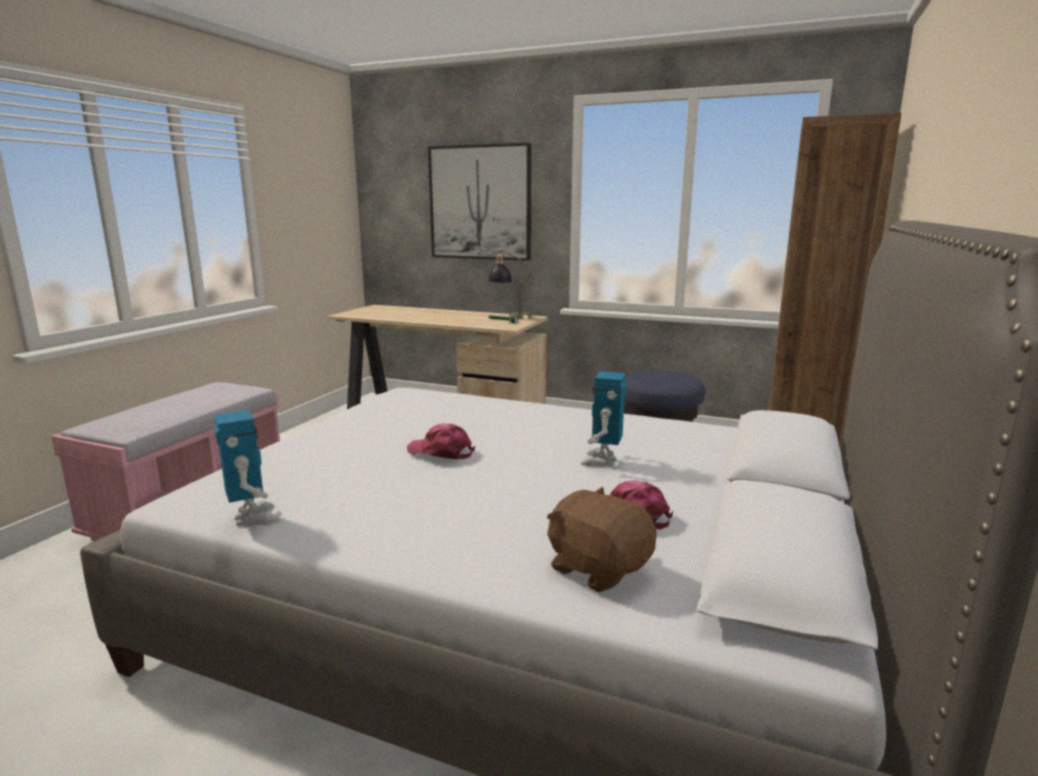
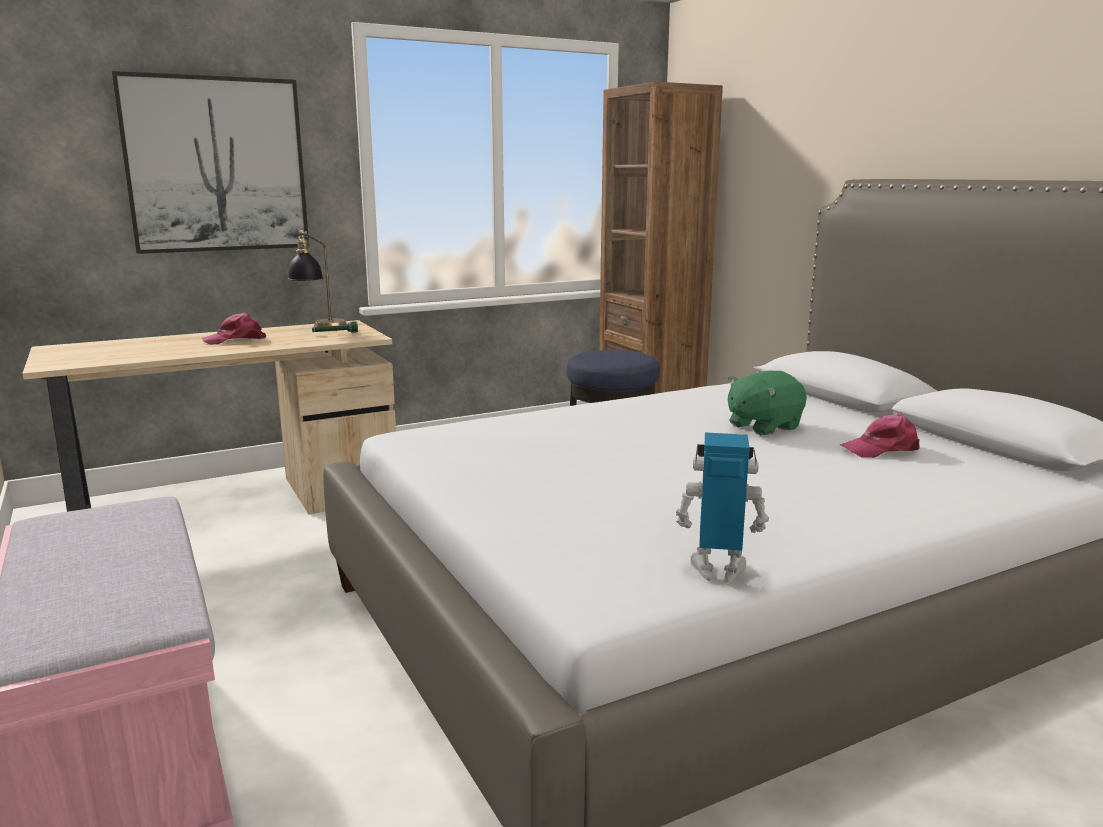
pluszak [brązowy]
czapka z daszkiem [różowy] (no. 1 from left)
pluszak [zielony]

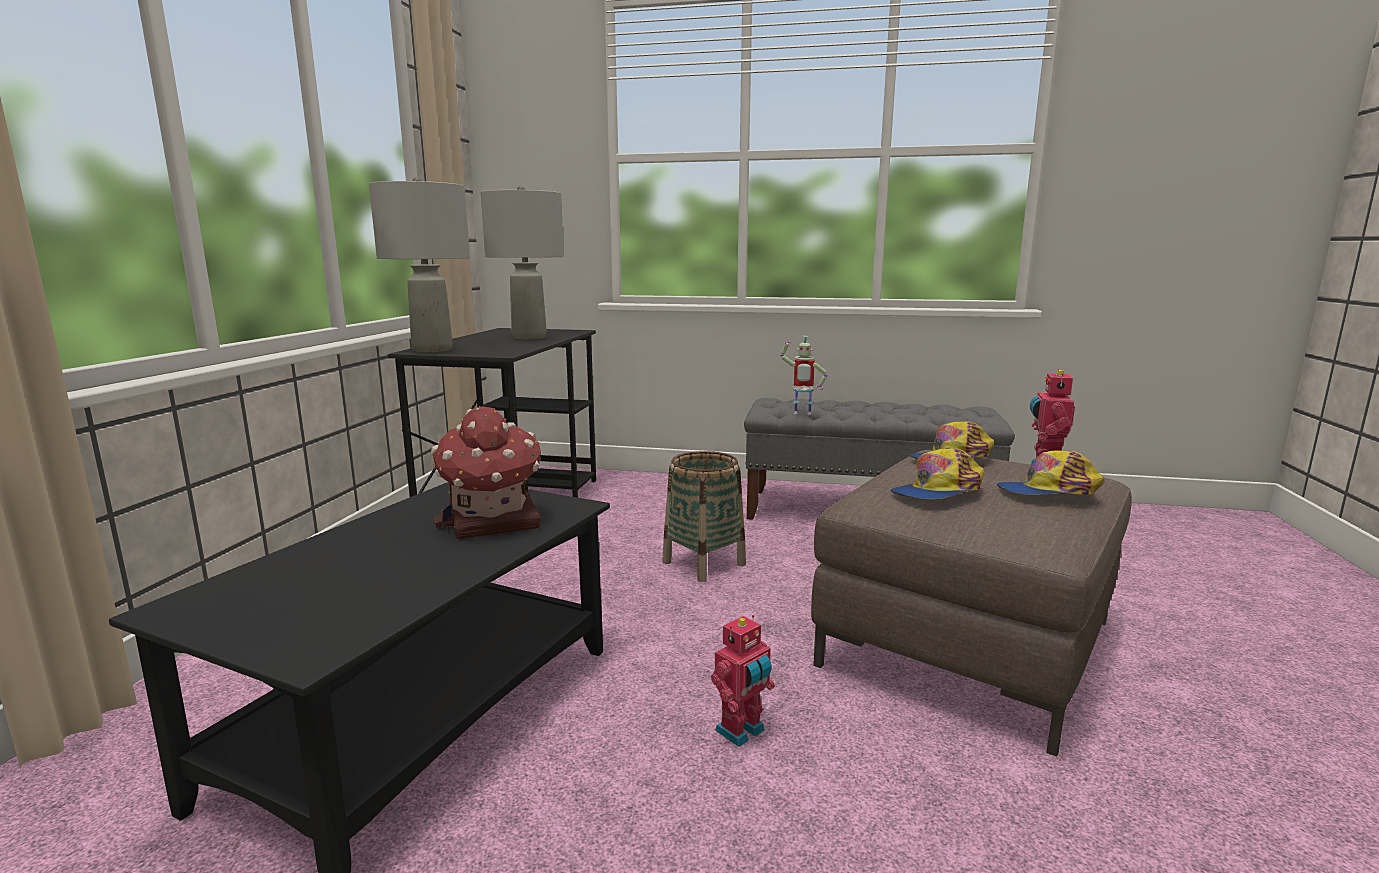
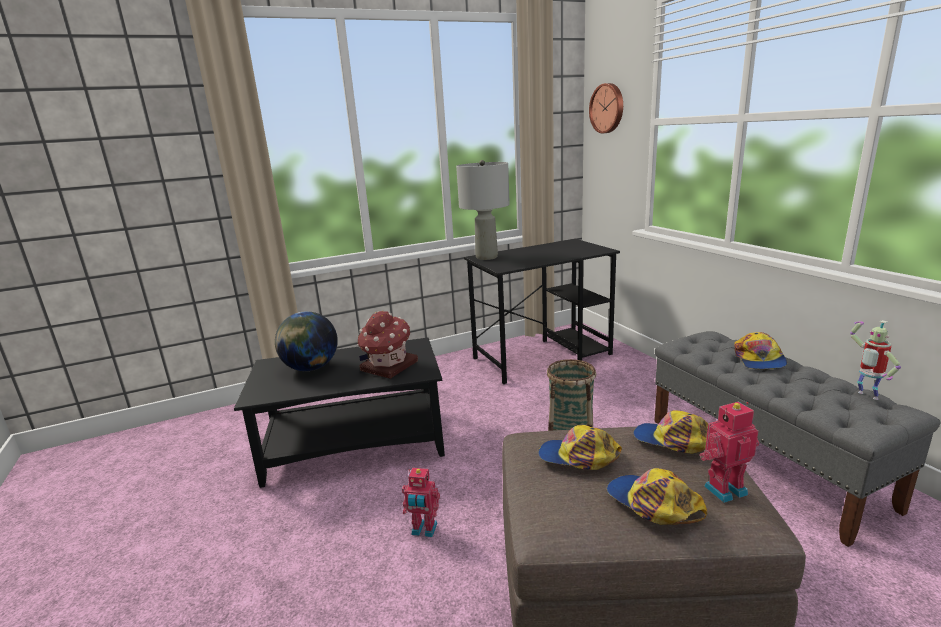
lampa stołowa [szary] (no. 2 from left in the first image)
globus
zegar ścienny
czapka z daszkiem (no. 4 from left)
robot zabawkowy (no. 3 from left)

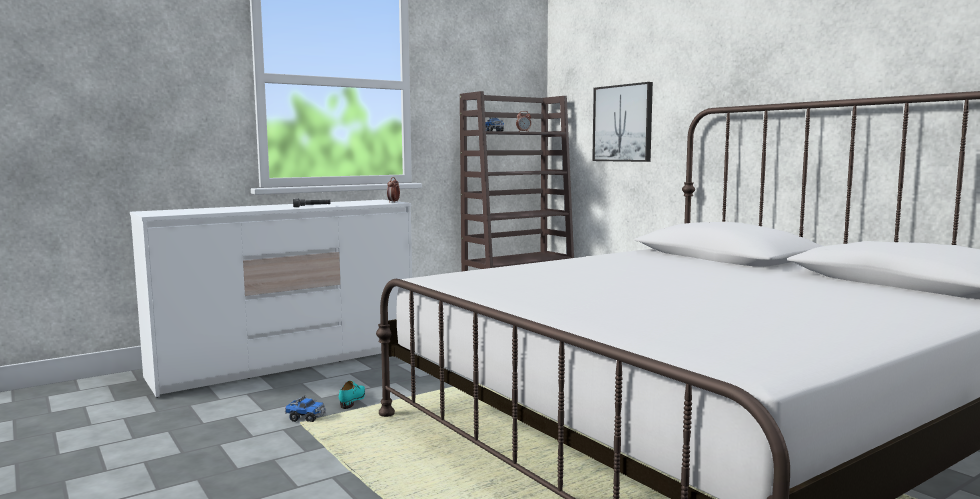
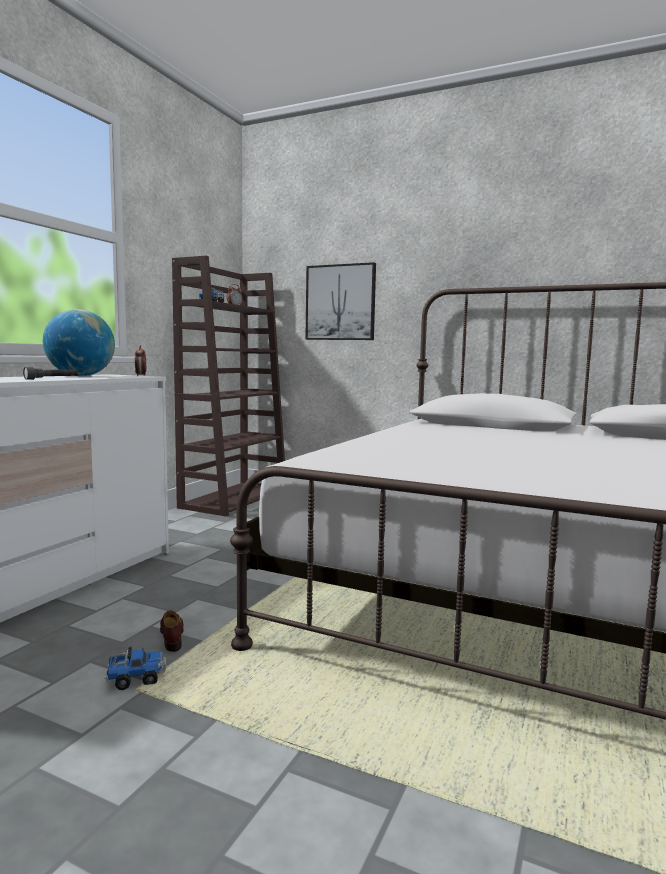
globus
but [brązowy]

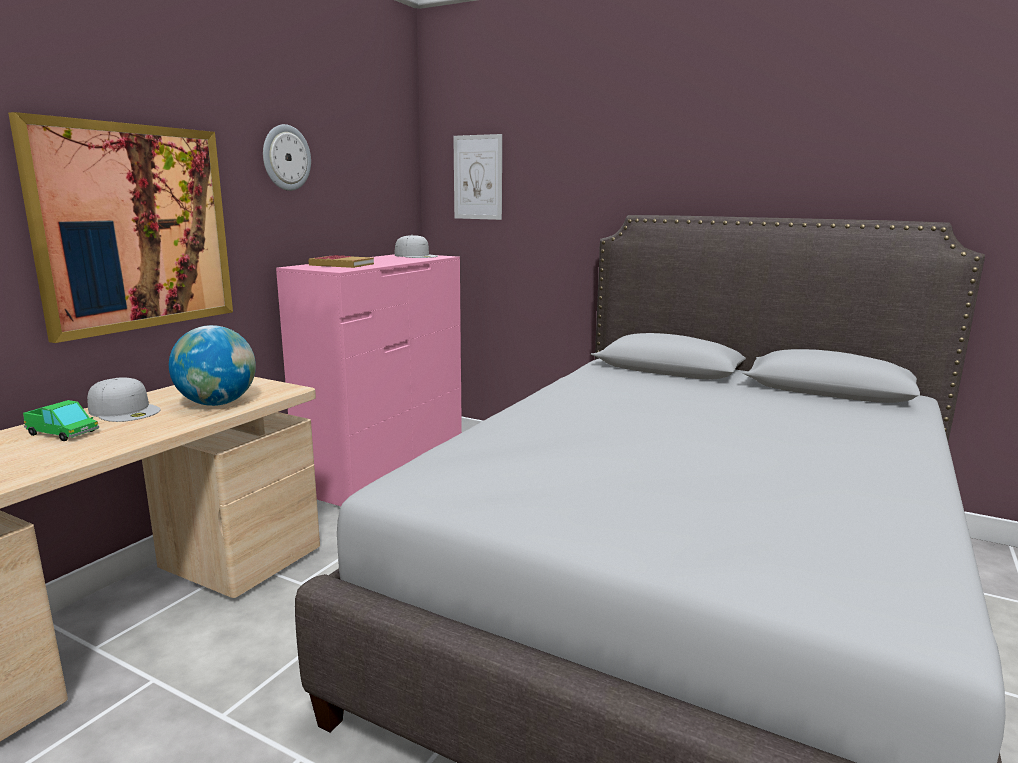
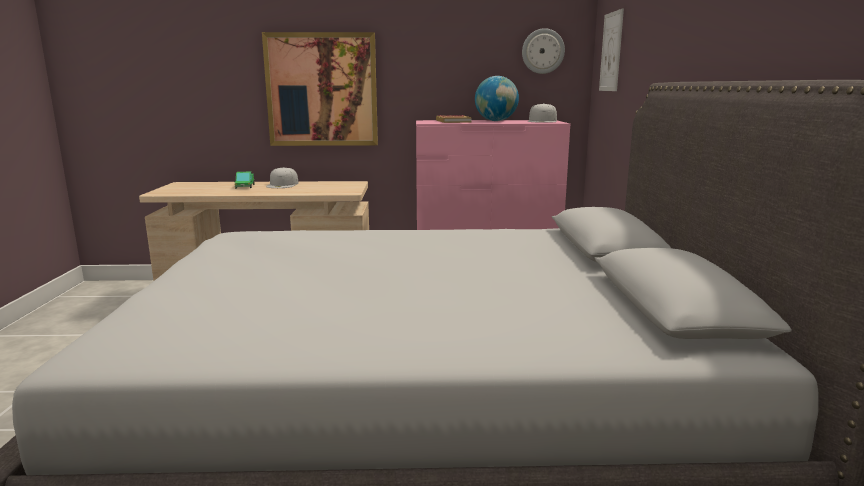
globus
zegar ścienny

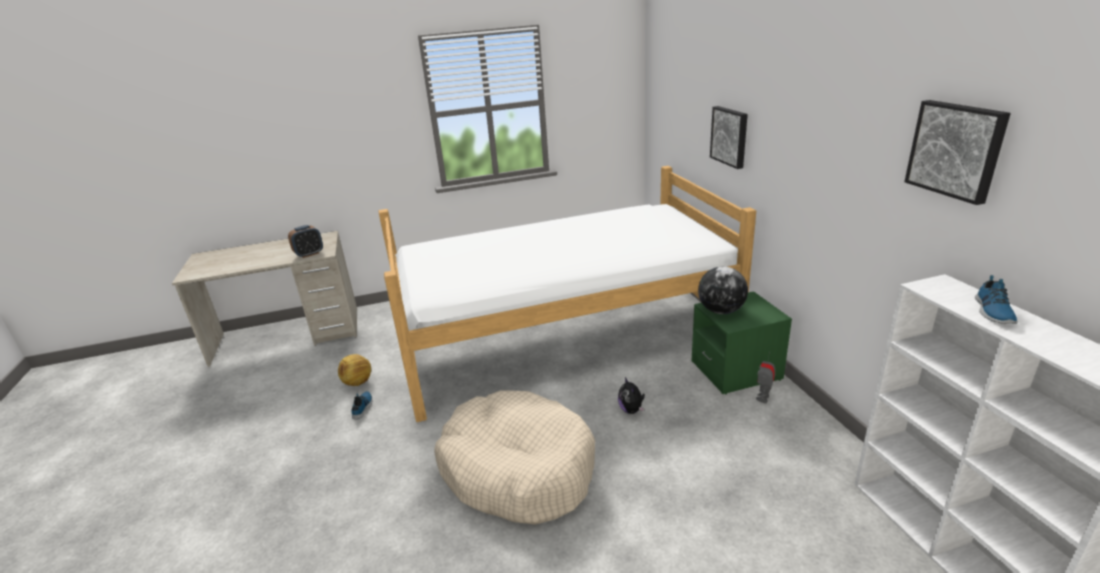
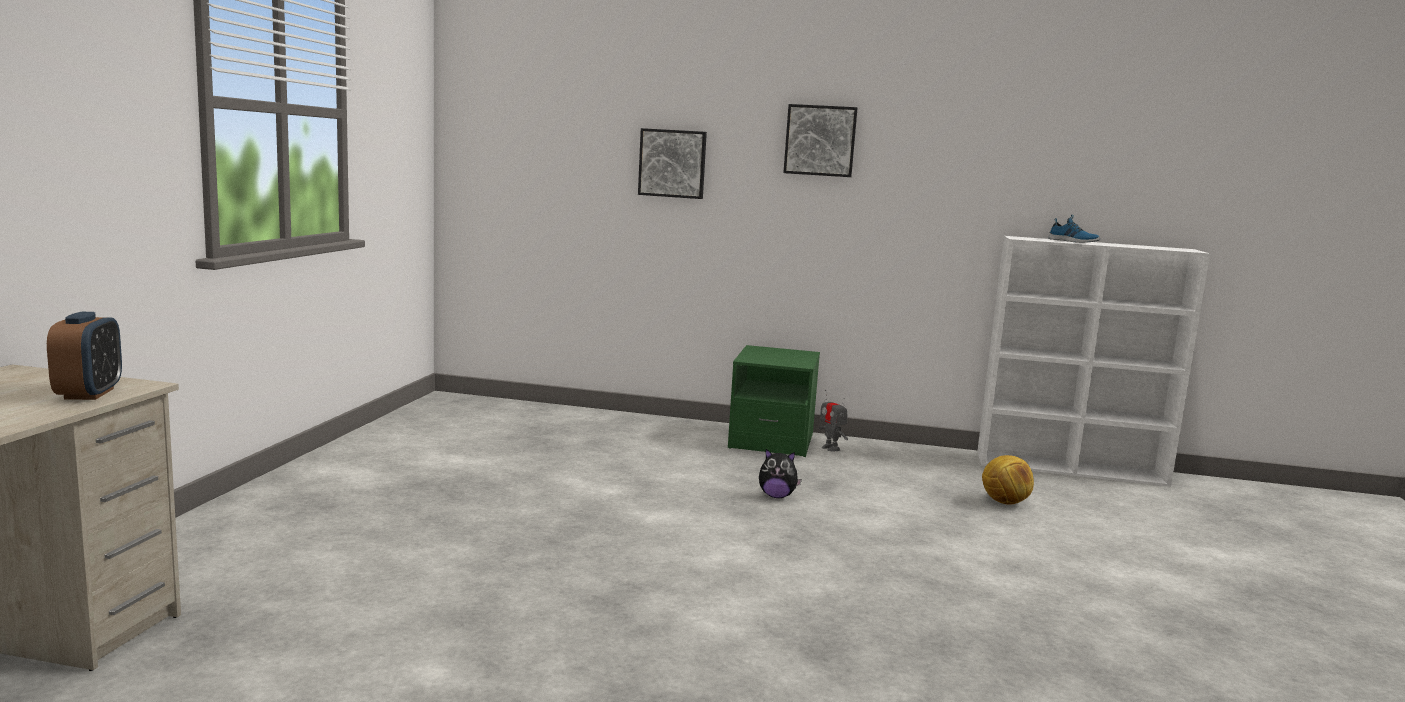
but (no. 1 from left in the first image)
łóżko
legowisko [beżowy]
globus
piłka futbolowa
obraz (no. 2 from left)

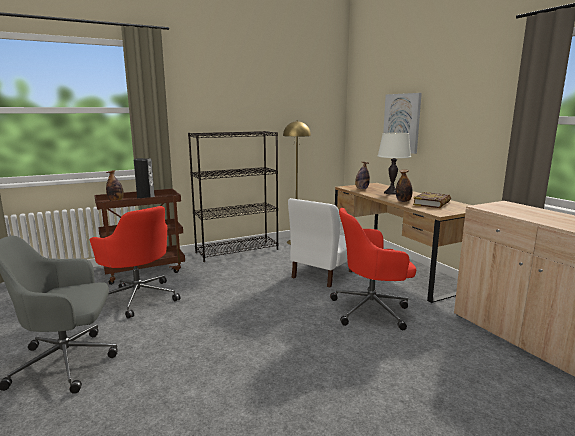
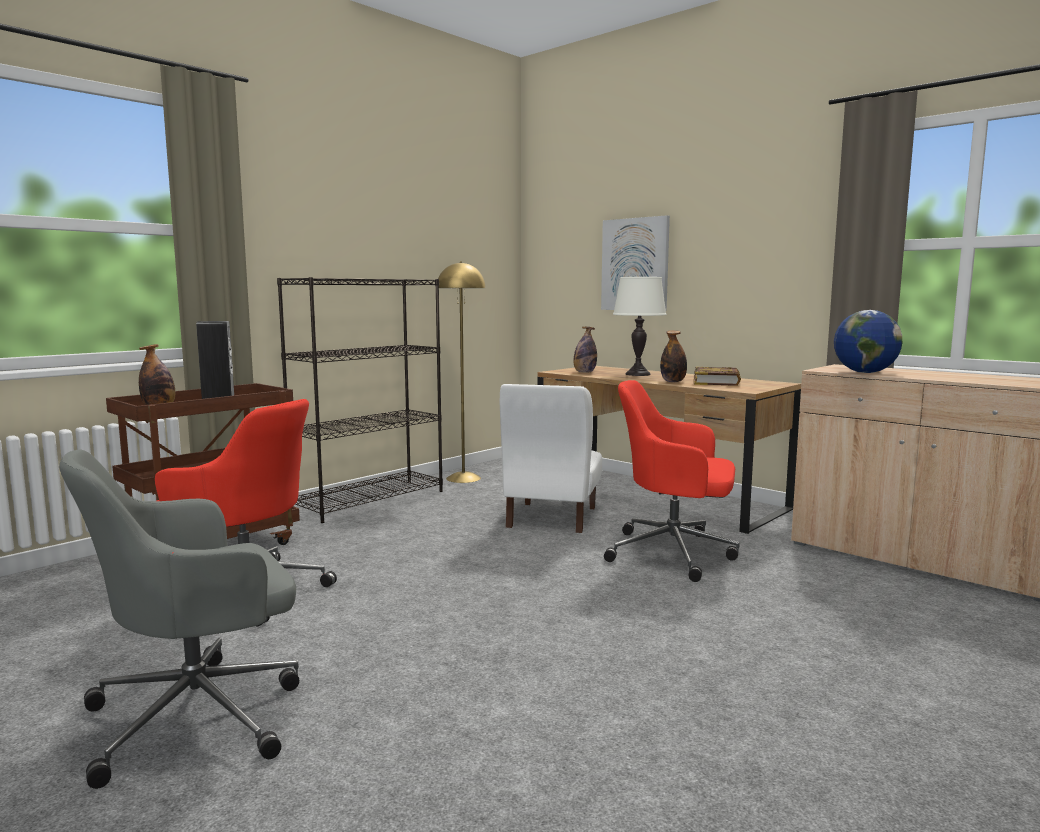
globus
krzesło biurowe [czerwony] (no. 2 from left)

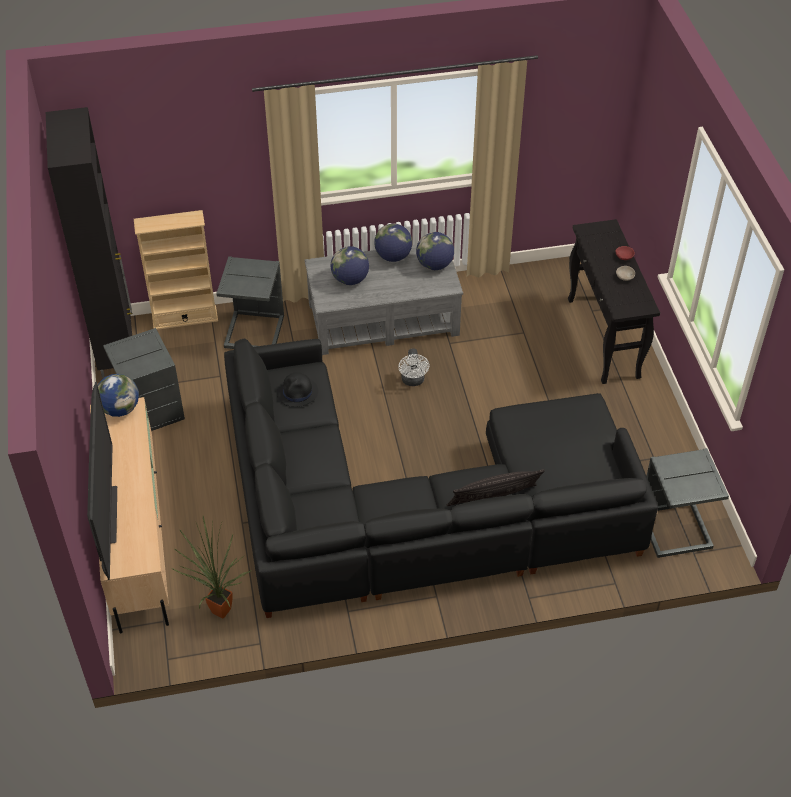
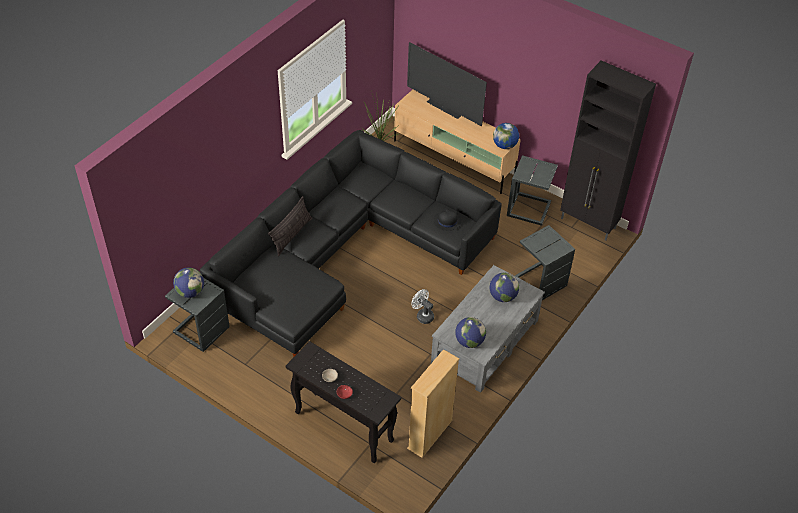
regał [beżowy]
globus (no. 1 from left)

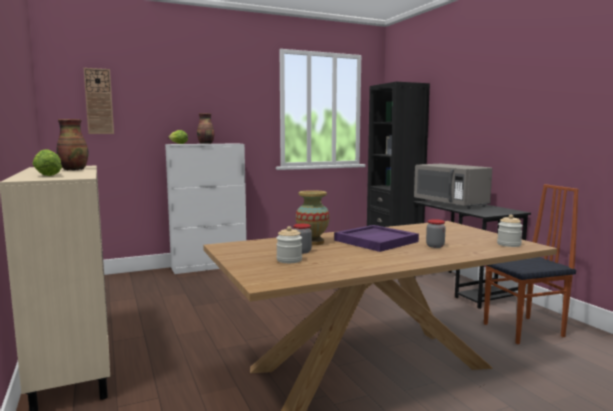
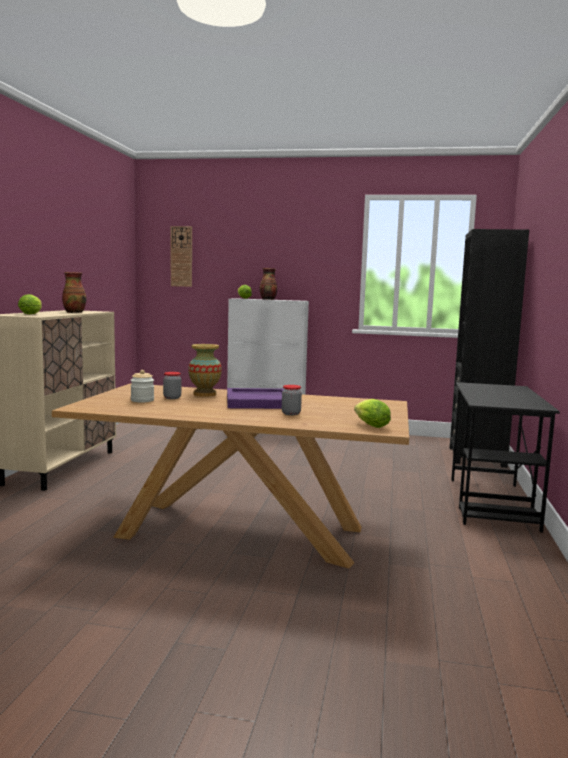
mikrofalówka [szary]
krzesło
sałata (no. 3 from left)

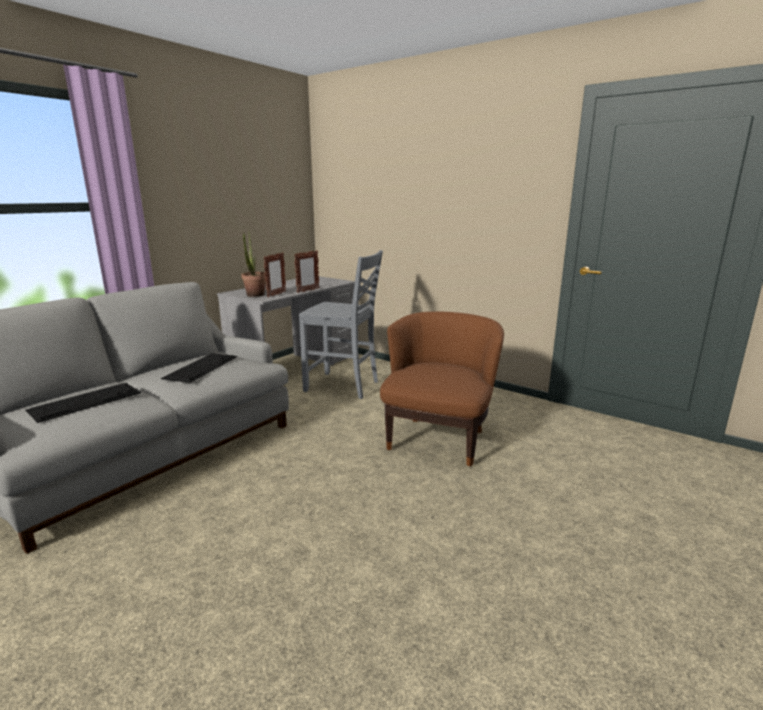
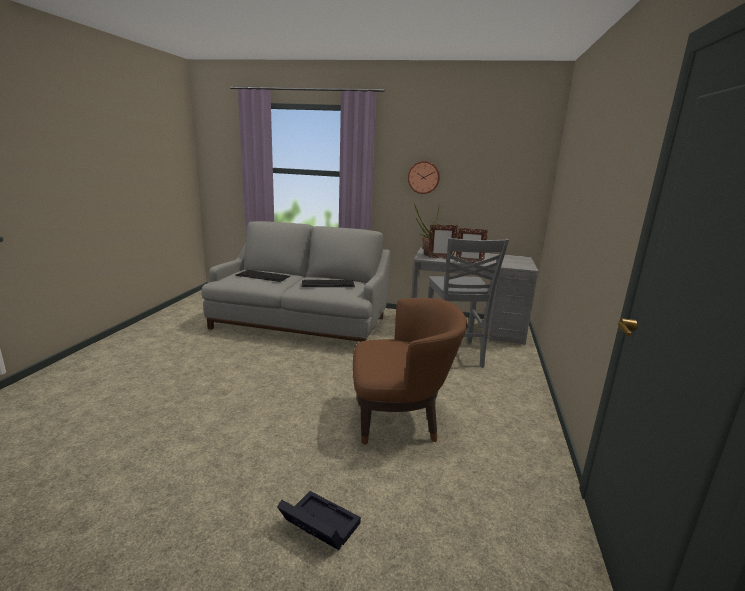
pojemnik do przechowywania [czarny]
zegar ścienny

